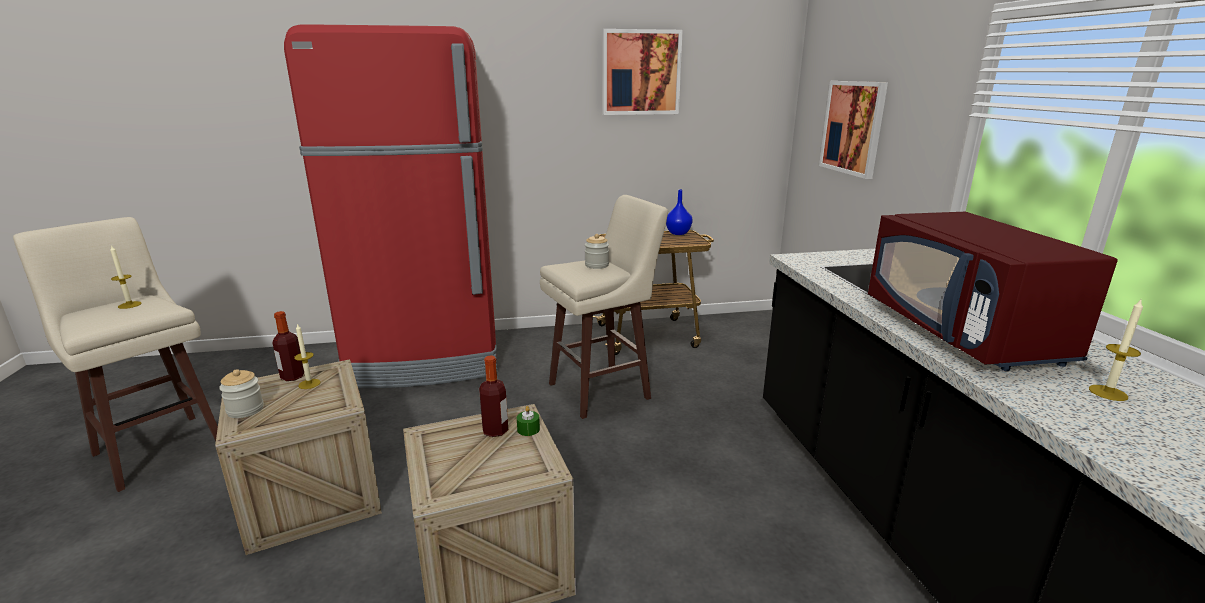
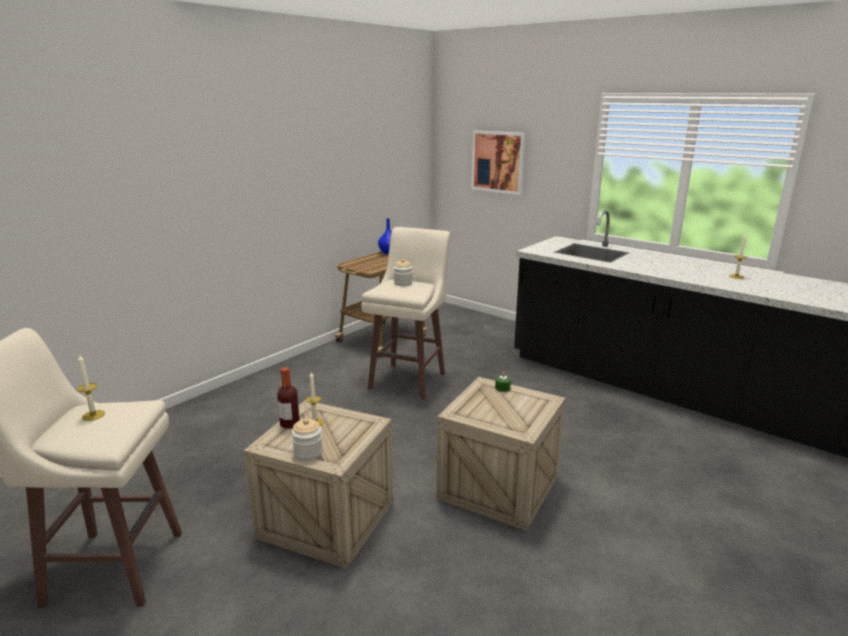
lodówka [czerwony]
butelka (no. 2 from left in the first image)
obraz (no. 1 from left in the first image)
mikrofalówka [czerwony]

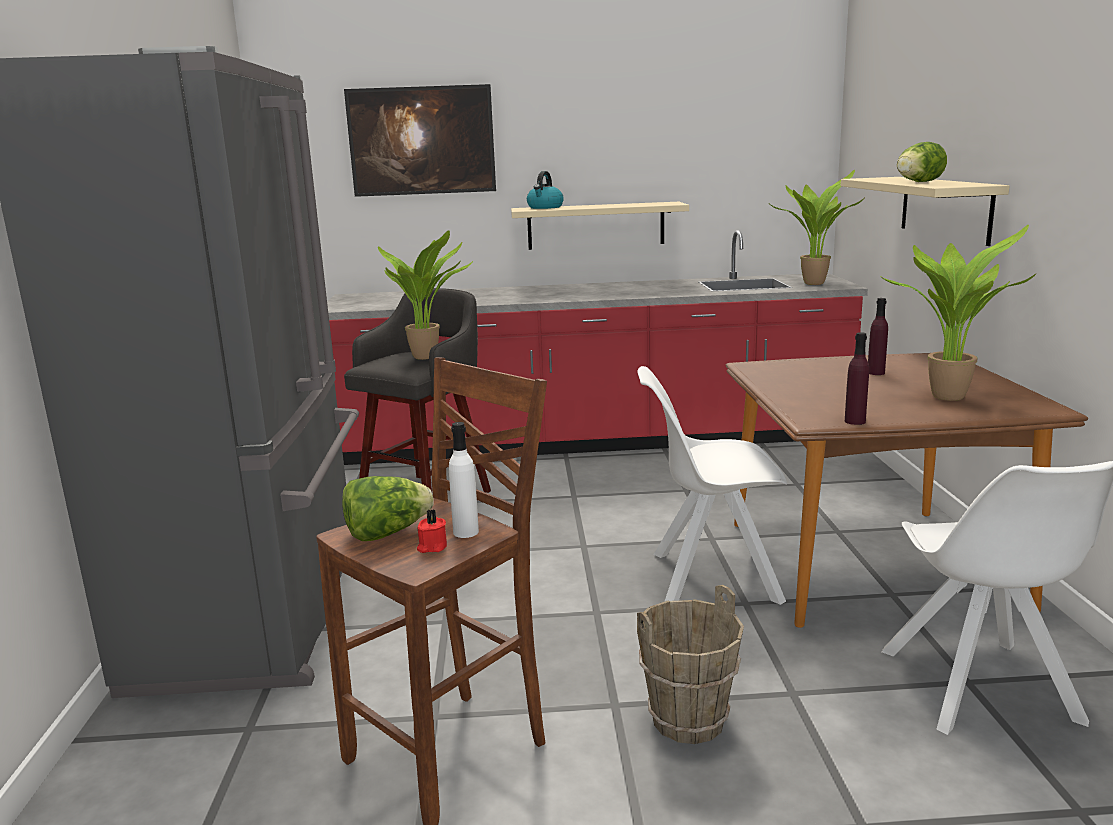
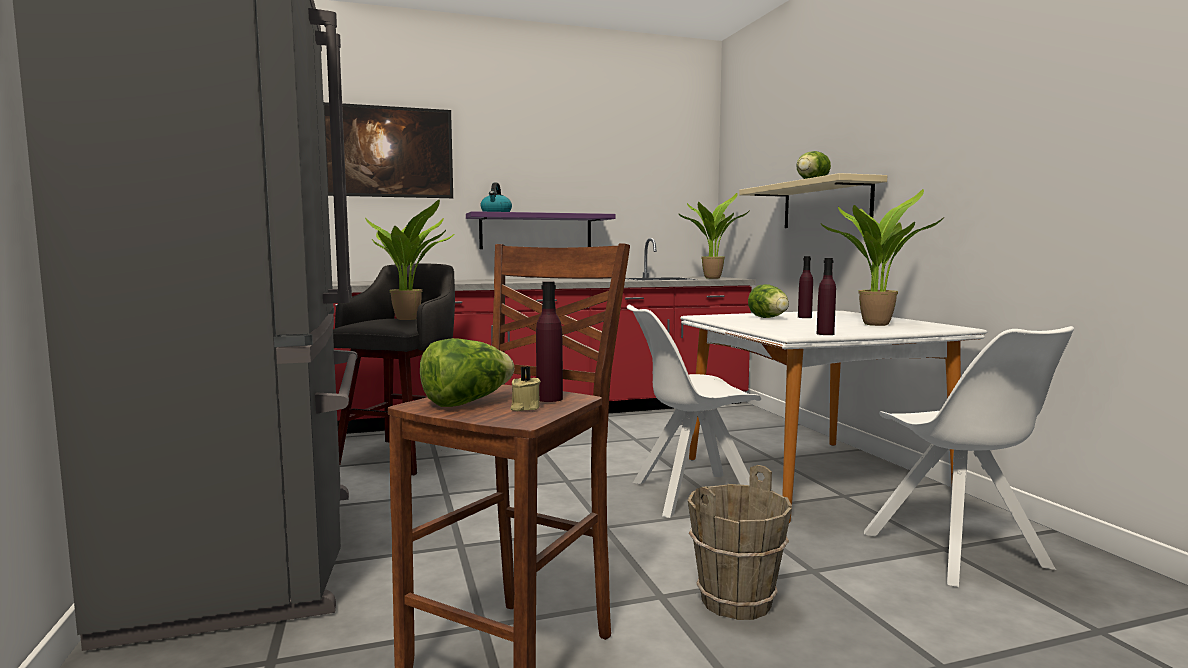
sałata (no. 2 from left)
świeca [beżowy]
butelka [fioletowy] (no. 1 from left)
półka [fioletowy]
stół jadalny [biały]

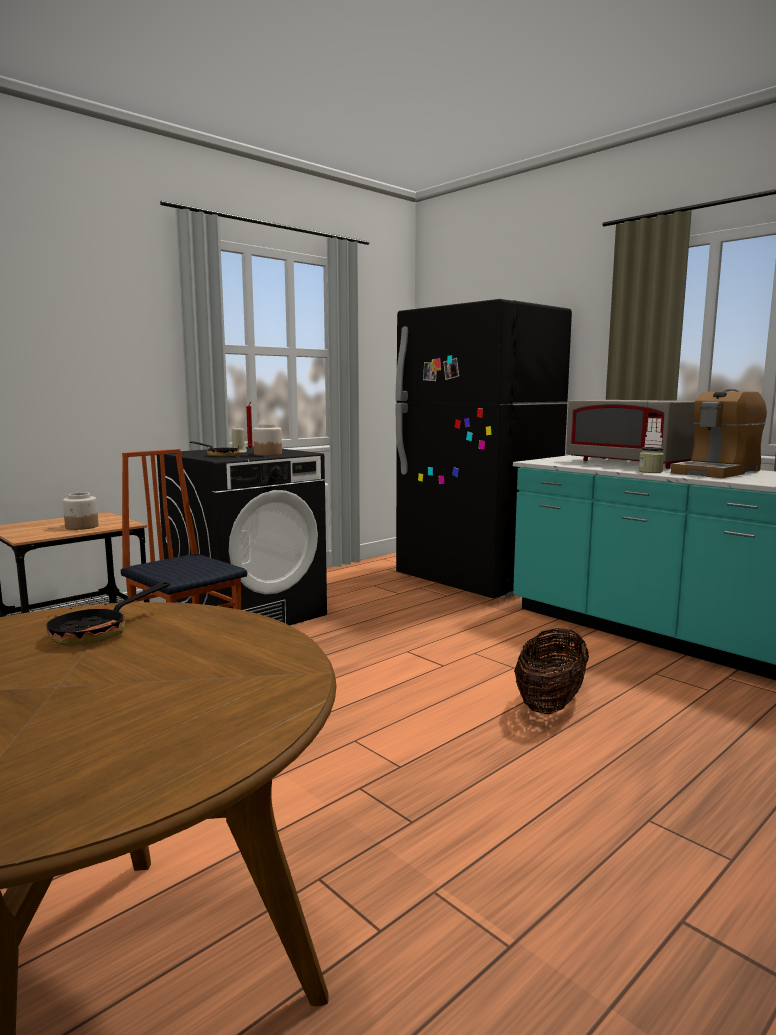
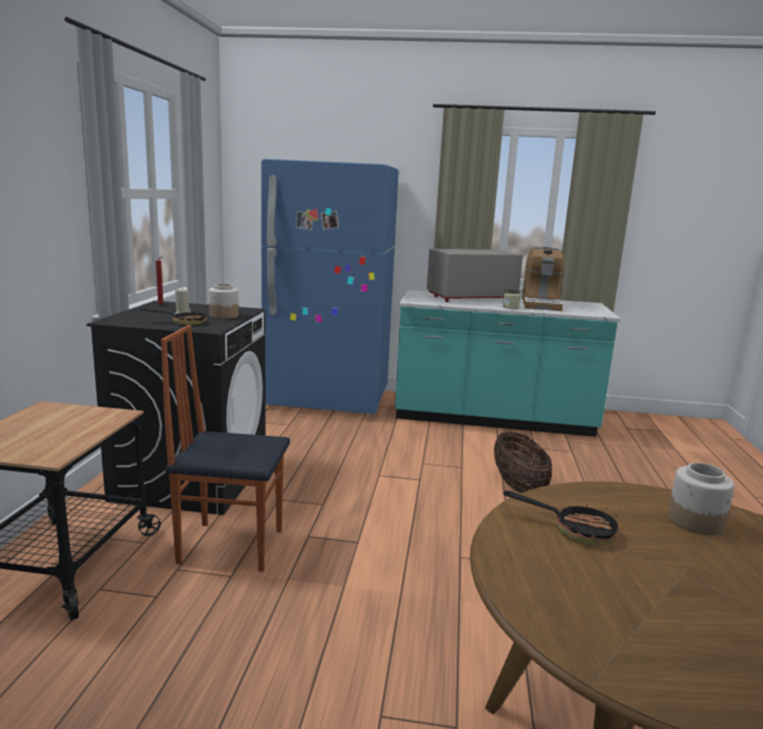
słoik (no. 3 from left)
lodówka [niebieski]
patelnia (no. 2 from left)
mikrofalówka [szary]

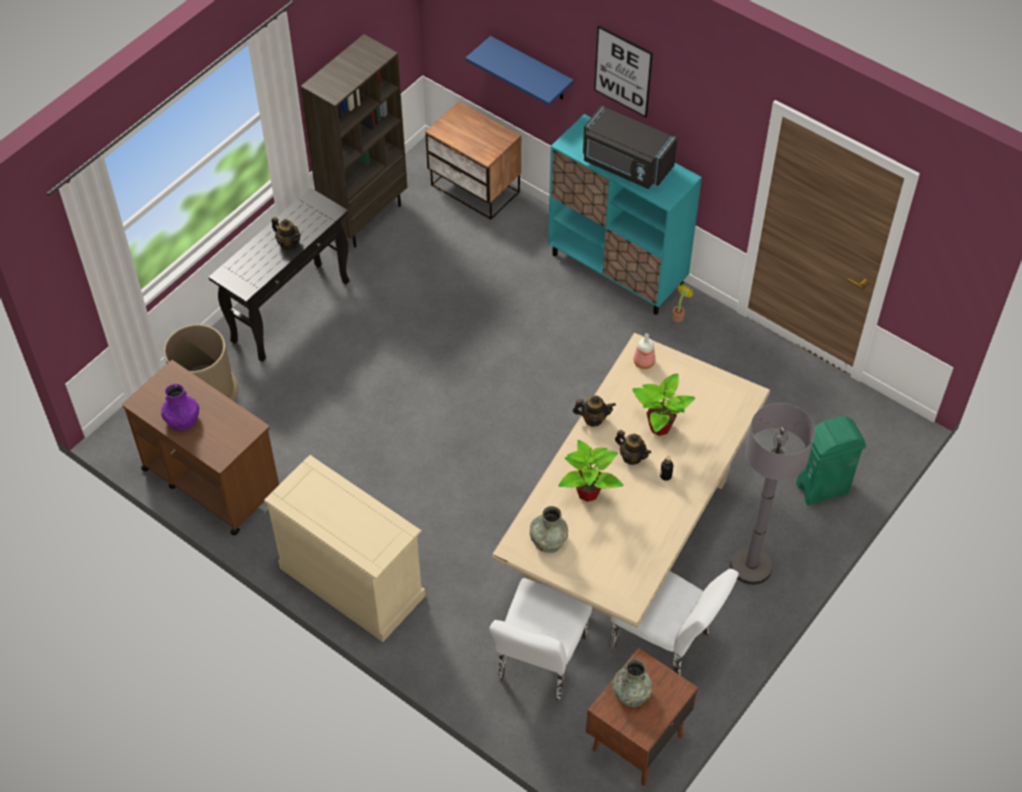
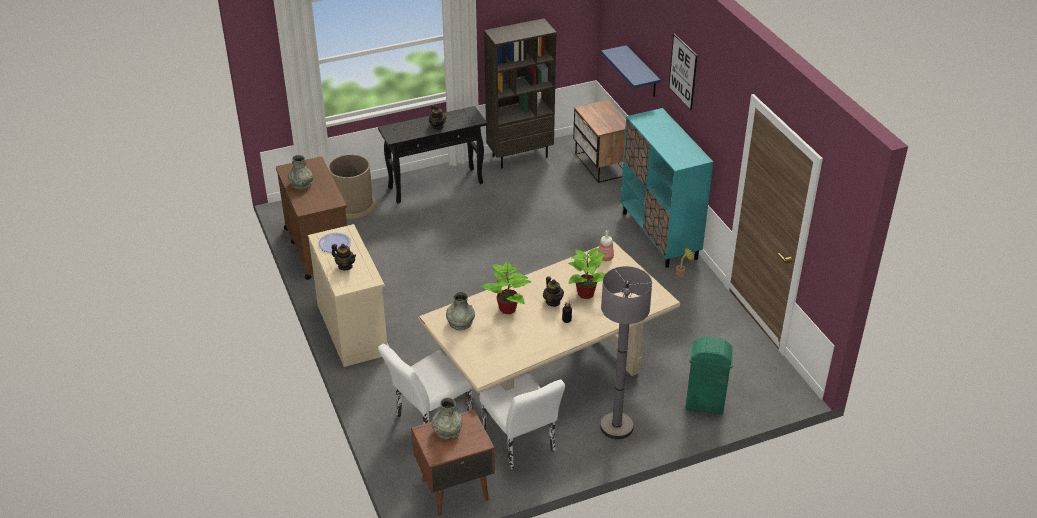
mikrofalówka [czarny]
talerz
imbryk (no. 1 from left)
wazon [szary] (no. 1 from left)

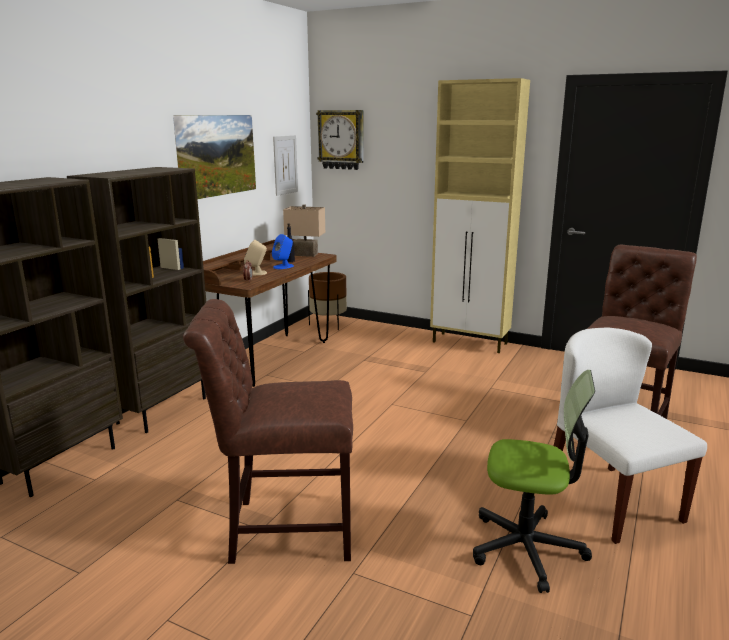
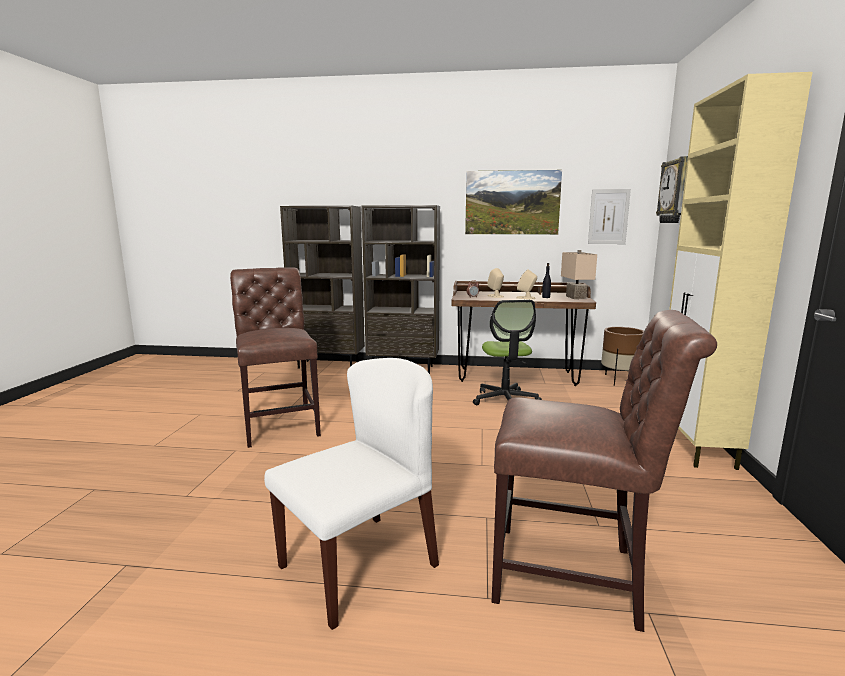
krzesło biurowe
głośnik [beżowy] (no. 2 from left)

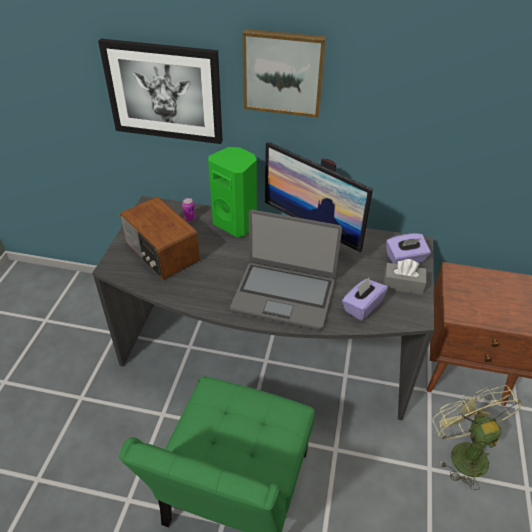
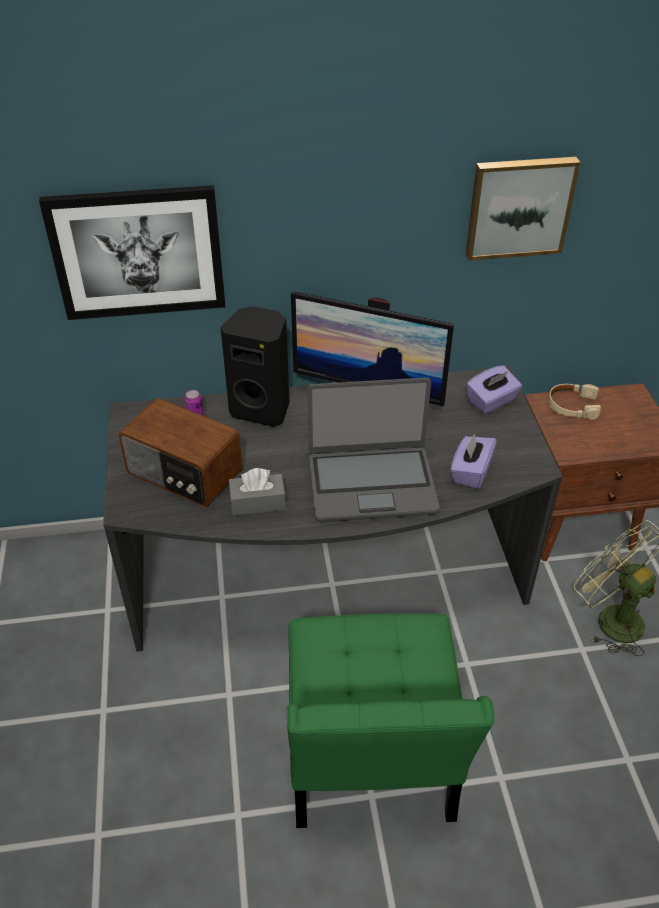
słuchawki [beżowy]
obraz (no. 2 from left)
pudełko chusteczek [szary]
głośnik [czarny]

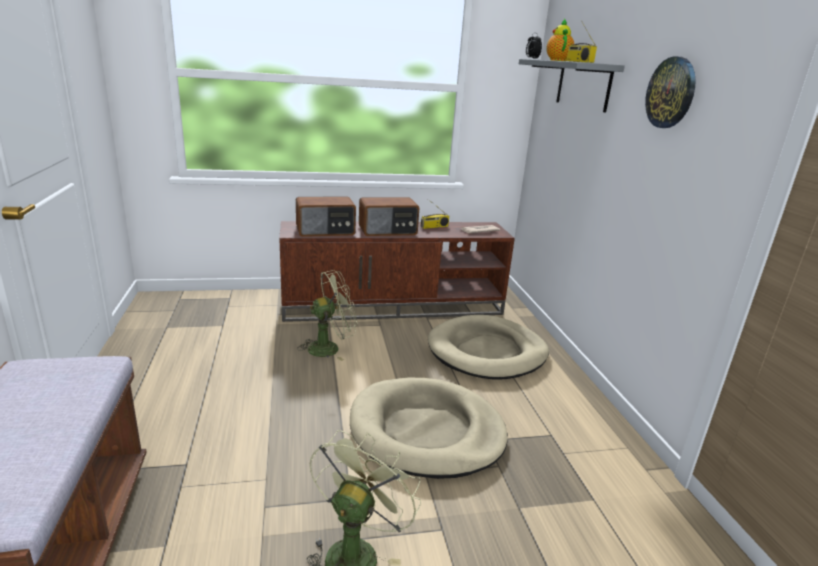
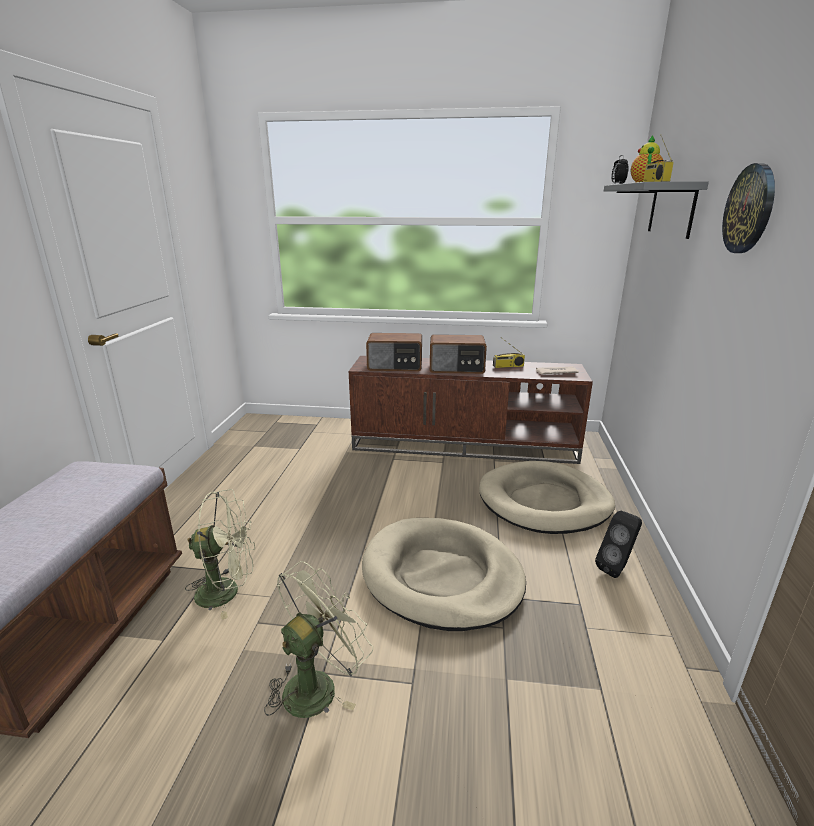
głośnik [czarny]
wentylator [zielony] (no. 1 from left)

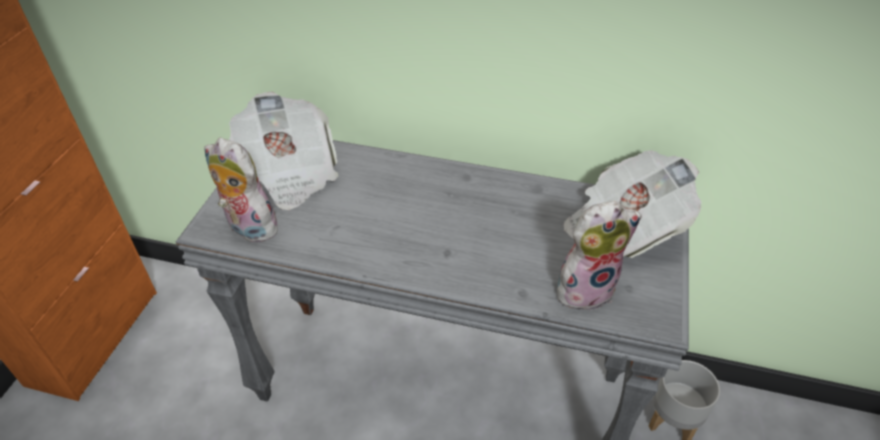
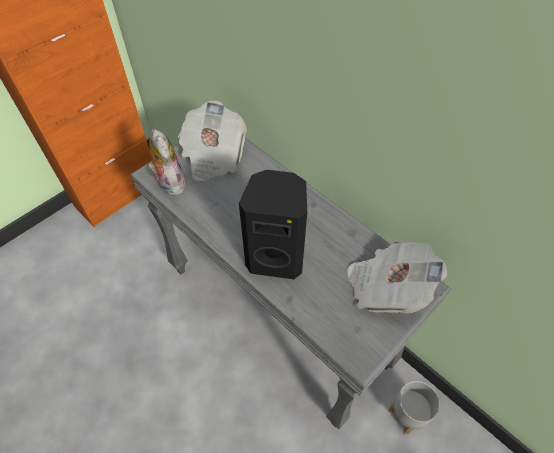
pluszak (no. 2 from left in the first image)
głośnik [czarny]

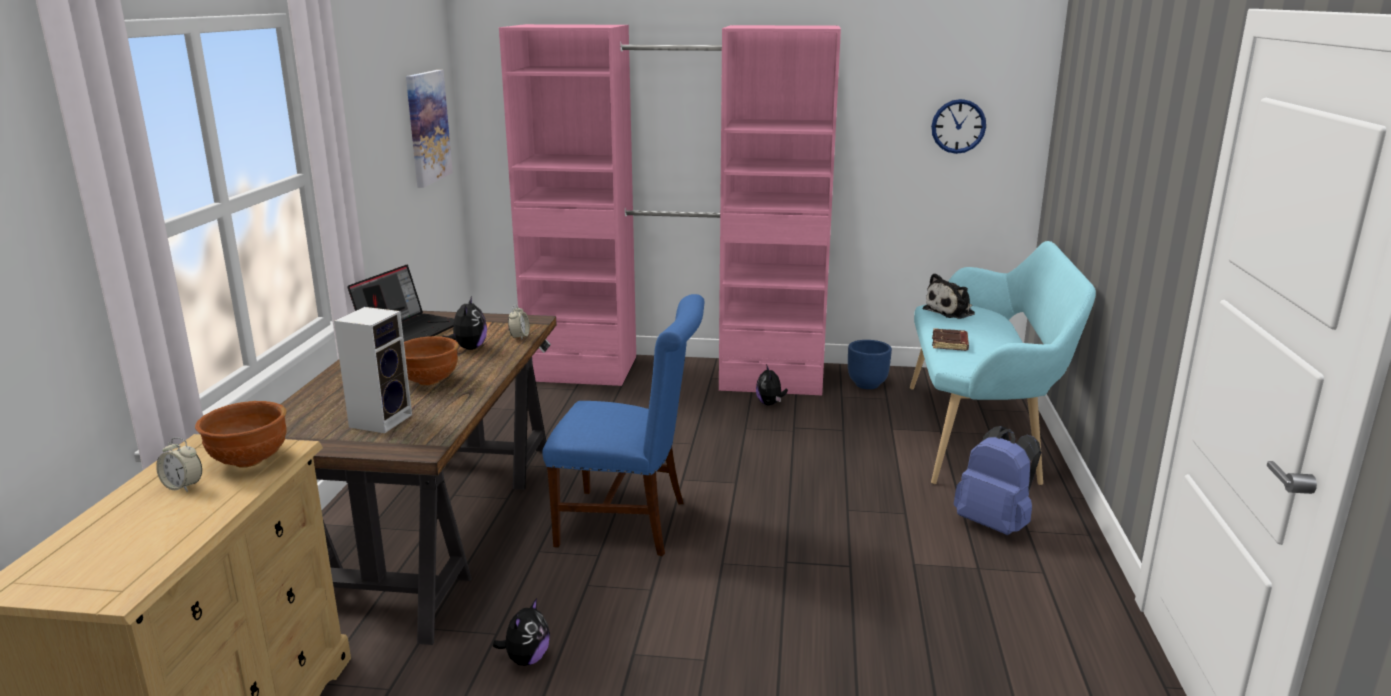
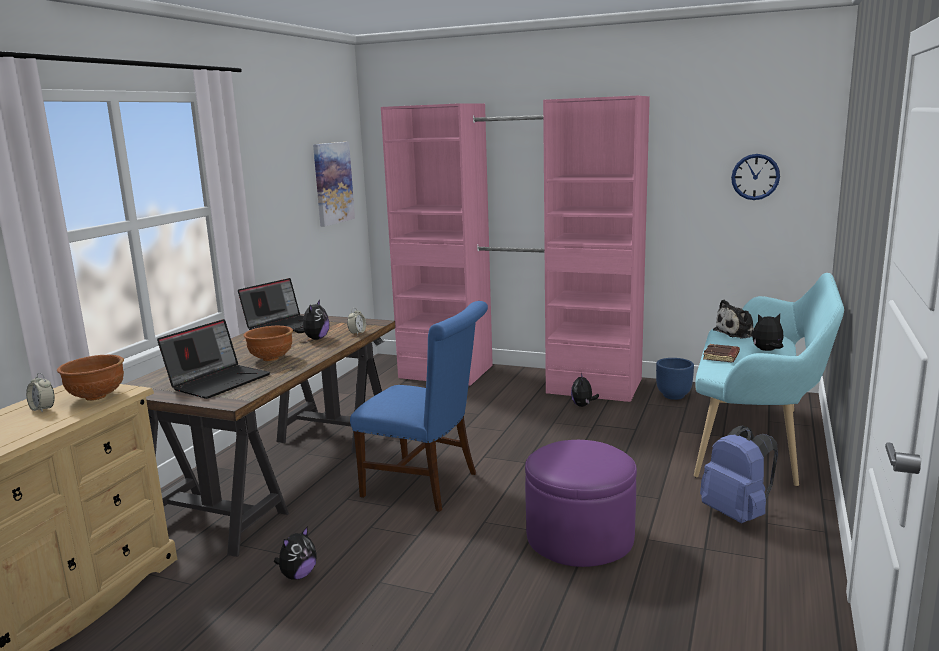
pufa [fioletowy]
pluszak (no. 5 from left)
laptop (no. 1 from left)

